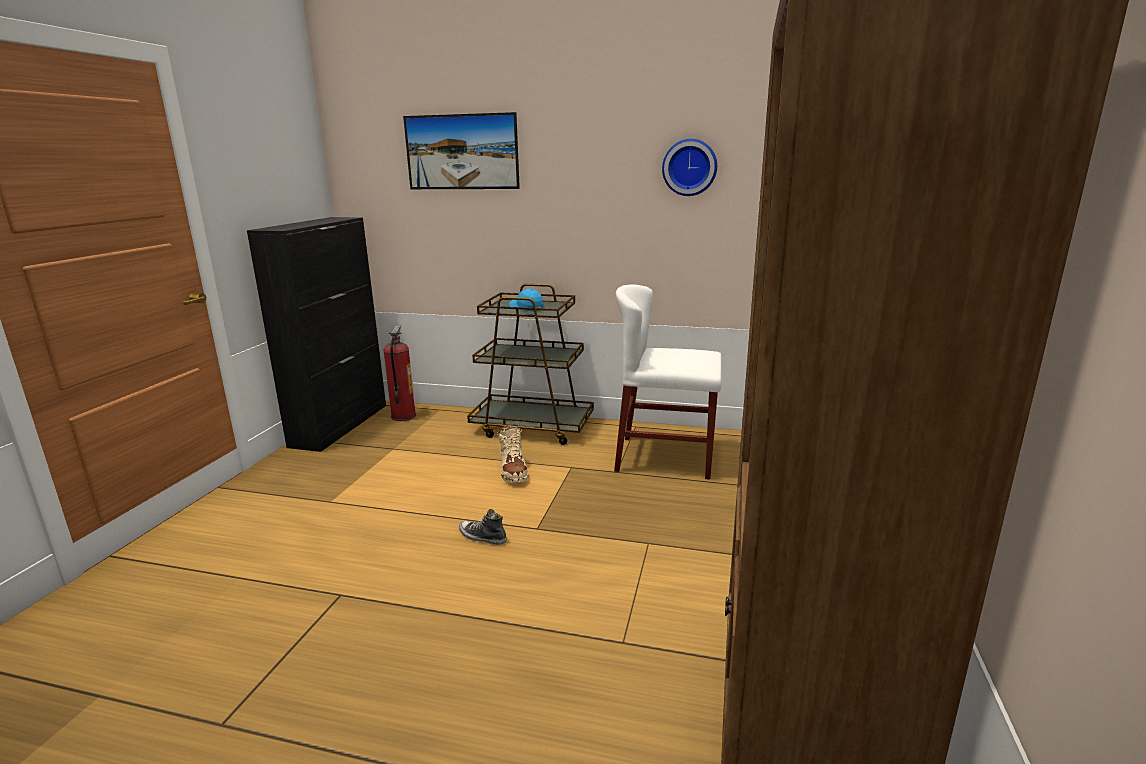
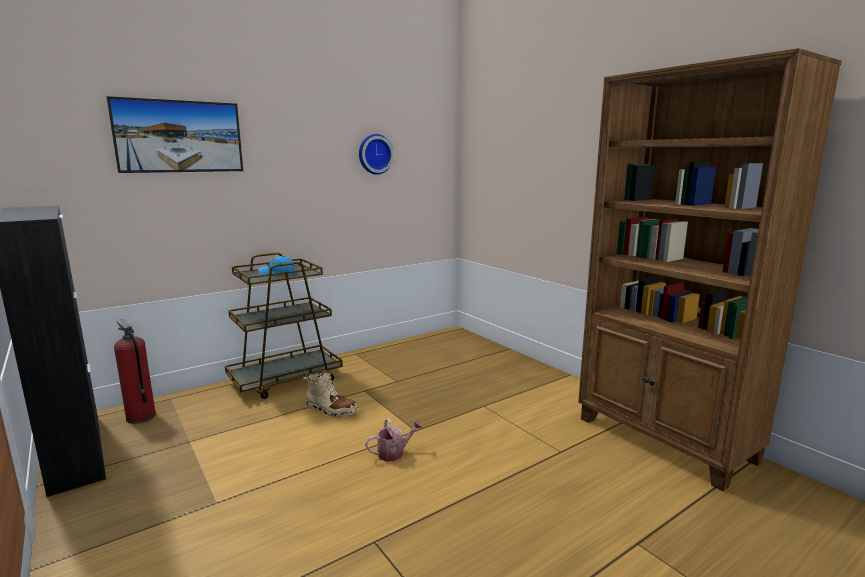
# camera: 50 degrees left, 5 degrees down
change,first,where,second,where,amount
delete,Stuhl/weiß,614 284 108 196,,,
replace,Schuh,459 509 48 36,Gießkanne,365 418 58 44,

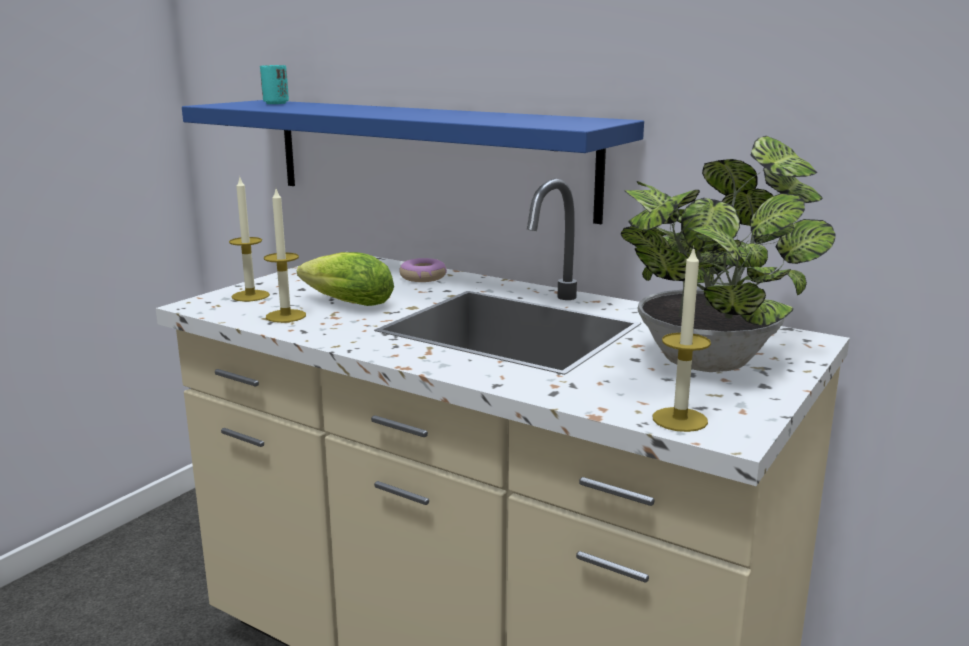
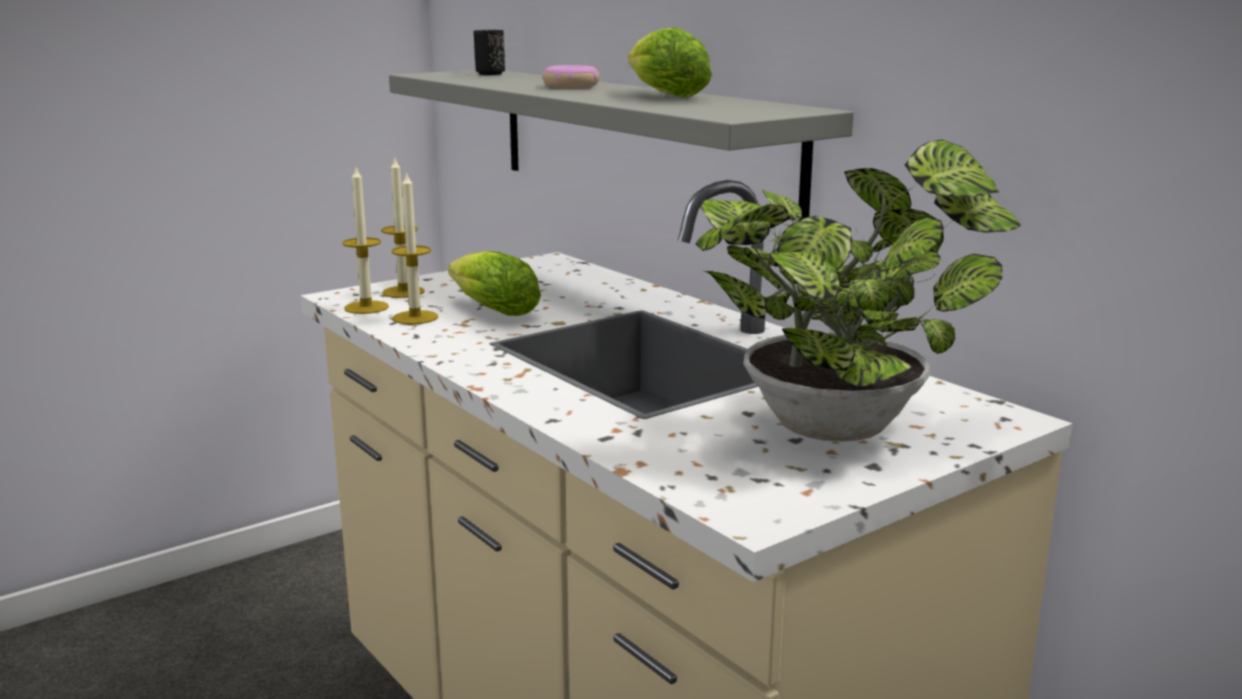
# camera: 20 degrees right, 0 degrees up
change,first,where,second,where,amount
recolor,Tasse/türkis,260 65 29 39,Tasse/schwarz,474 30 31 45,
recolor,Wandregal/blau,182 100 462 124,Wandregal/grau,389 70 465 151,
move,Kerze,653 246 58 186,,342 167 47 147,
move,Donut,399 258 48 24,,542 65 58 23,
insert,,,Salatkopf,628 27 84 71,

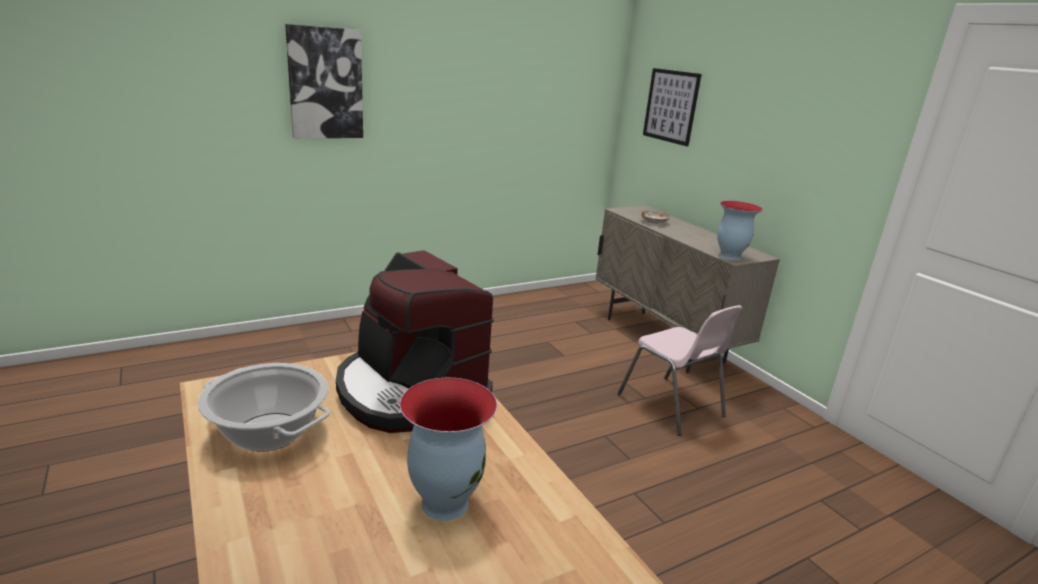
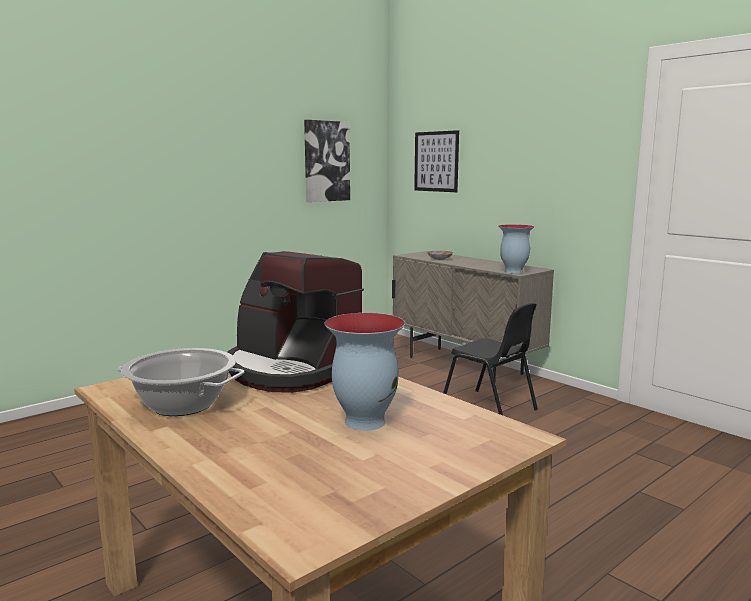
# camera: 10 degrees left, 10 degrees down
change,first,where,second,where,amount
move,Bild,285 24 78 114,,304 120 46 82,
recolor,Stuhl/rosa,617 305 126 131,Stuhl/schwarz,443 303 95 112,

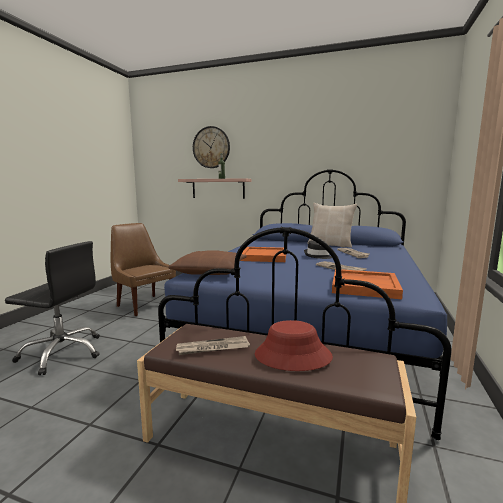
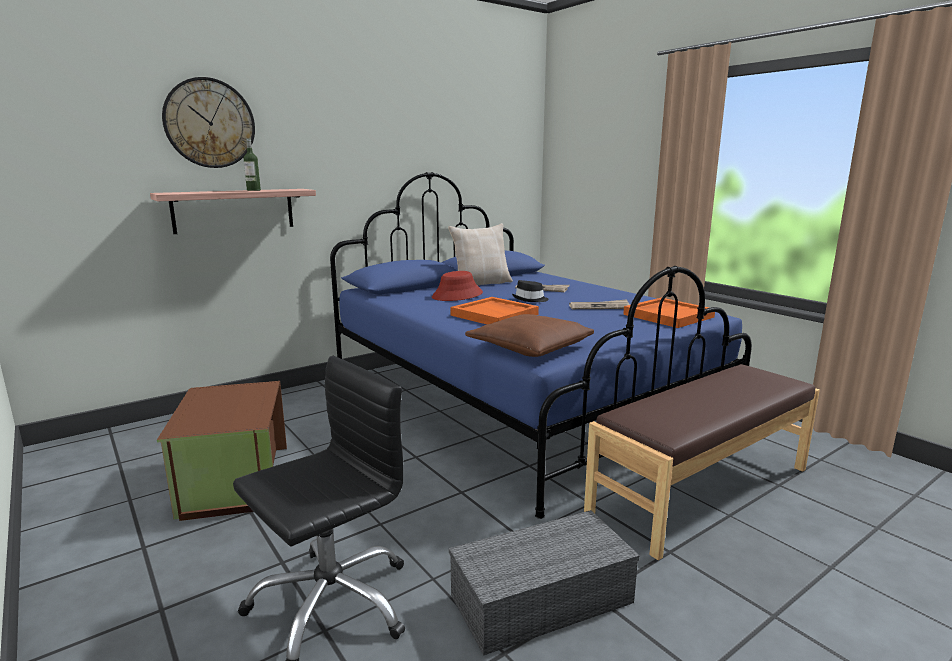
# camera: 55 degrees left, 5 degrees up
change,first,where,second,where,amount
replace,Stuhl/braun,111 223 65 93,Aufbewahrungsbox/braun,157 381 130 140,
move,Hut/rot,255 320 78 51,,432 271 51 30,
delete,Zeitung,176 336 74 19,,,
insert,,,Aufbewahrungsbox/grau,449 510 191 145,

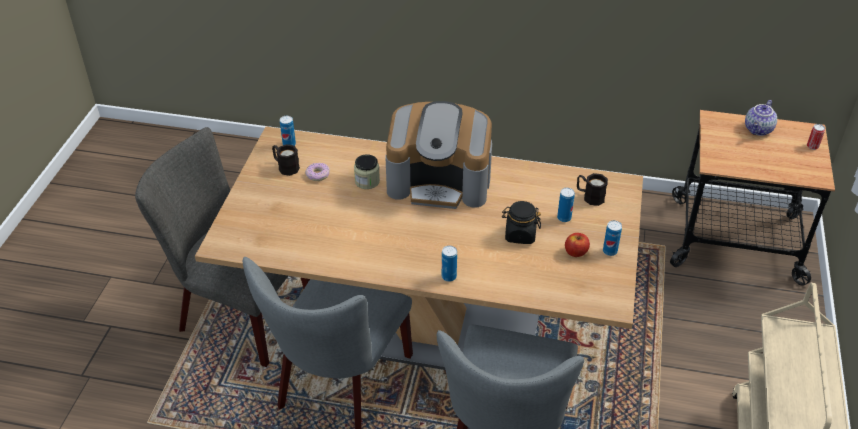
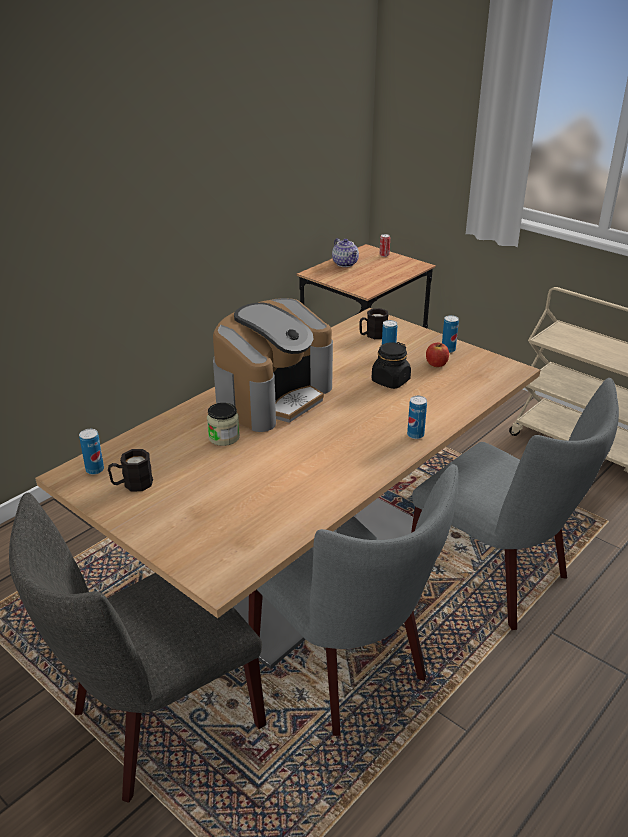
# camera: 60 degrees left, 10 degrees down
change,first,where,second,where,amount
delete,Donut,305 163 25 18,,,

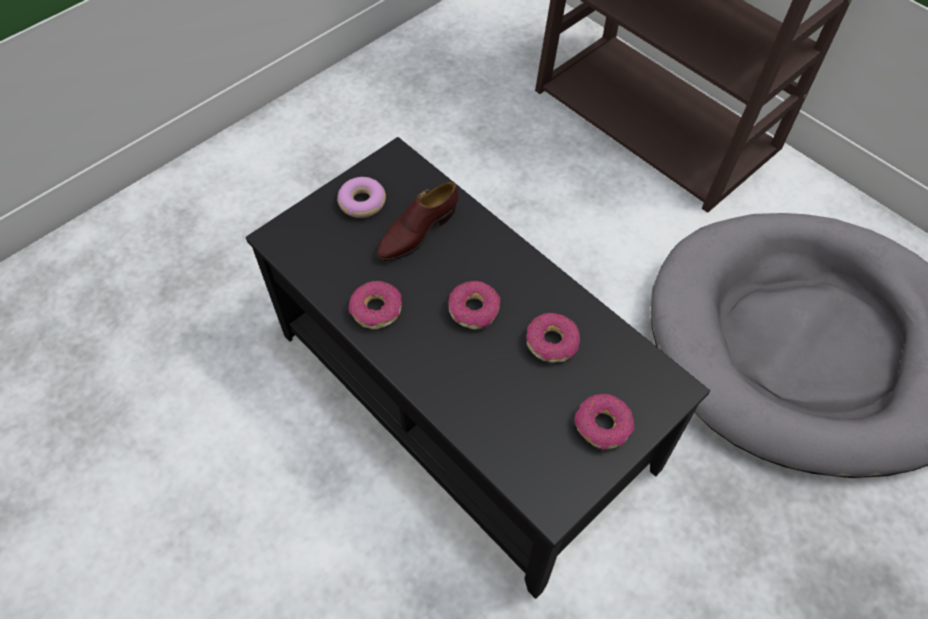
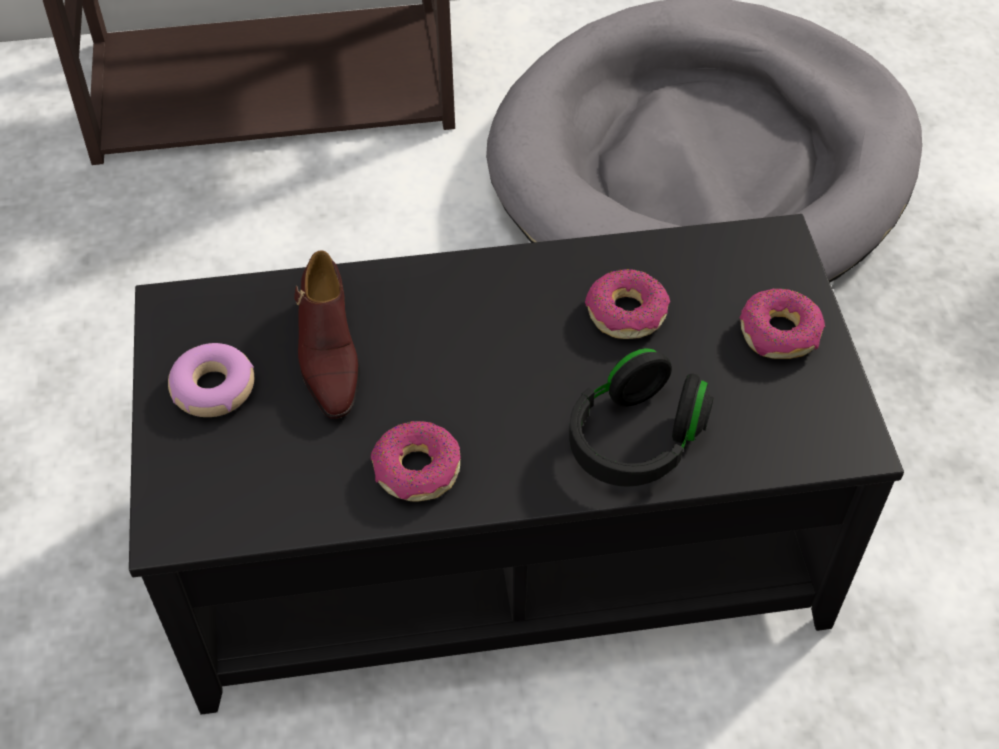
# camera: 55 degrees left, 5 degrees down
change,first,where,second,where,amount
delete,Donut,449 281 51 49,,,
insert,,,Kopfhörer/schwarz,569 348 145 139,

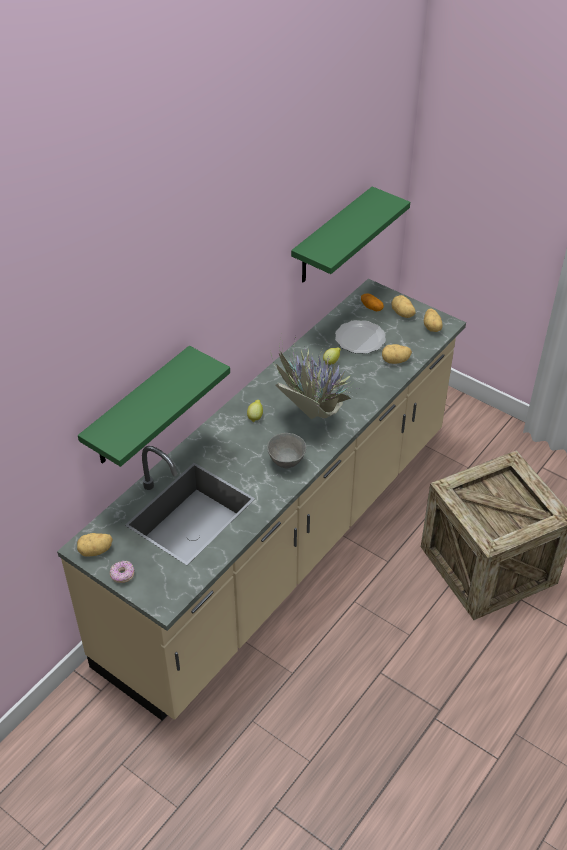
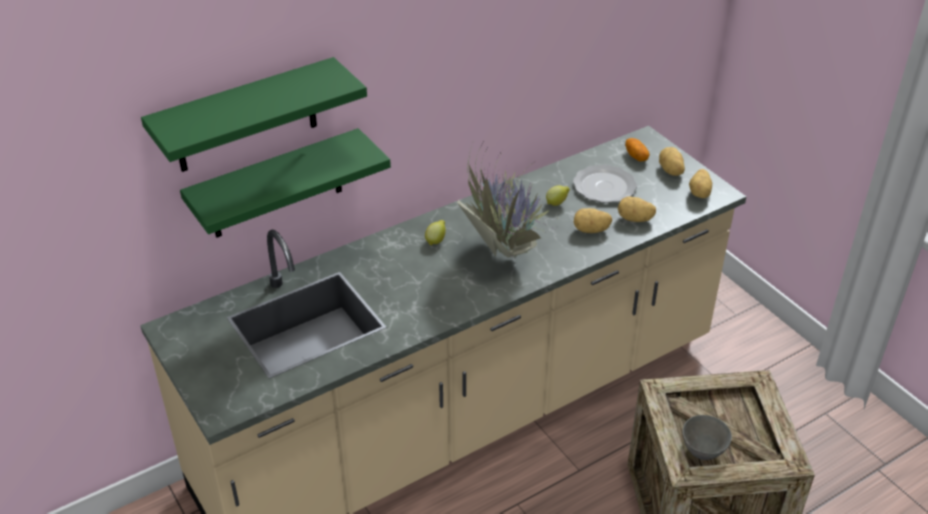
# camera: 20 degrees right, 5 degrees down
change,first,where,second,where,amount
move,Wandregal/grün,291 187 119 96,,141 57 226 115,
move,Schüssel/grau,267 433 39 35,,682 415 50 45,
move,Kartoffel,77 533 36 24,,574 208 38 25,
delete,Donut,110 561 25 22,,,

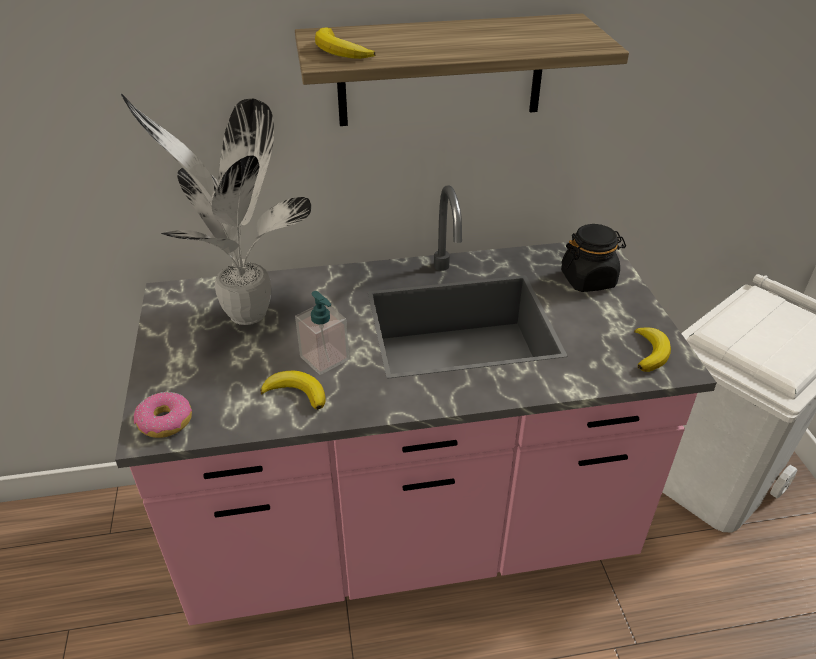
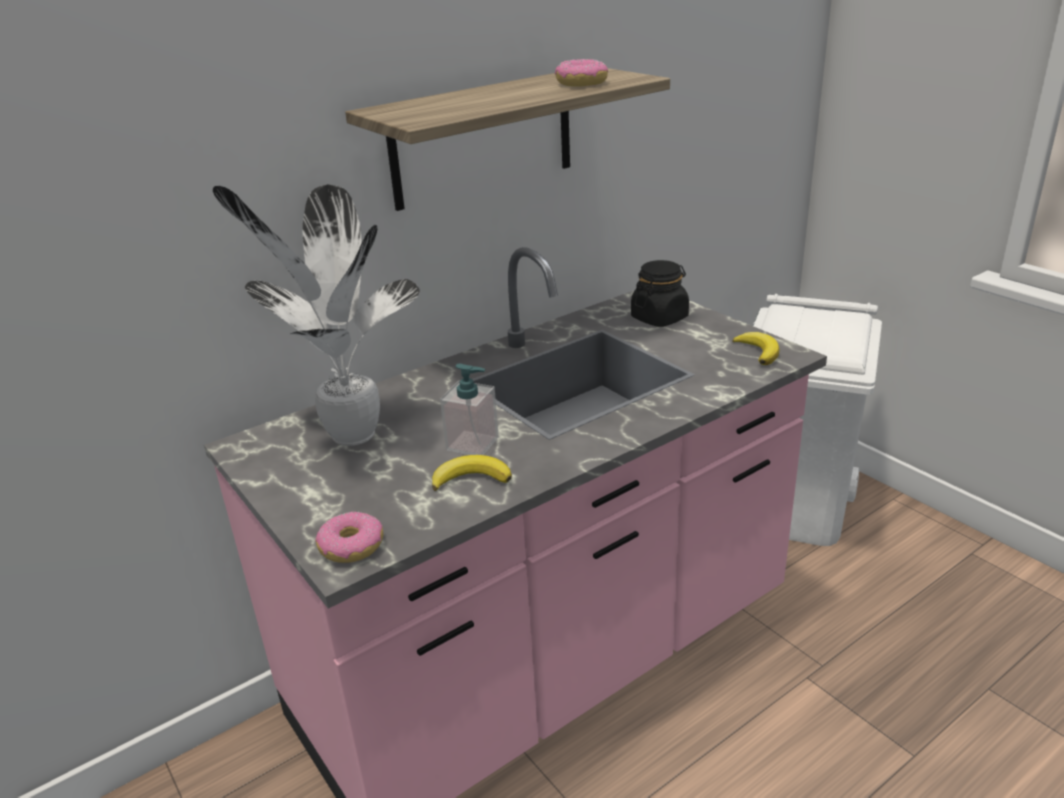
# camera: 25 degrees left, 10 degrees down
change,first,where,second,where,amount
delete,Banane,315 27 61 32,,,
insert,,,Donut,555 59 53 27,

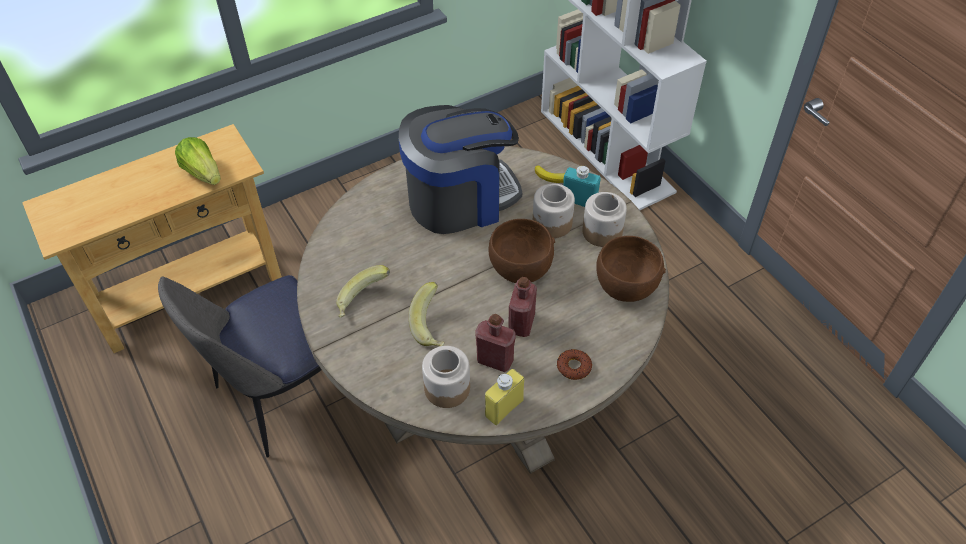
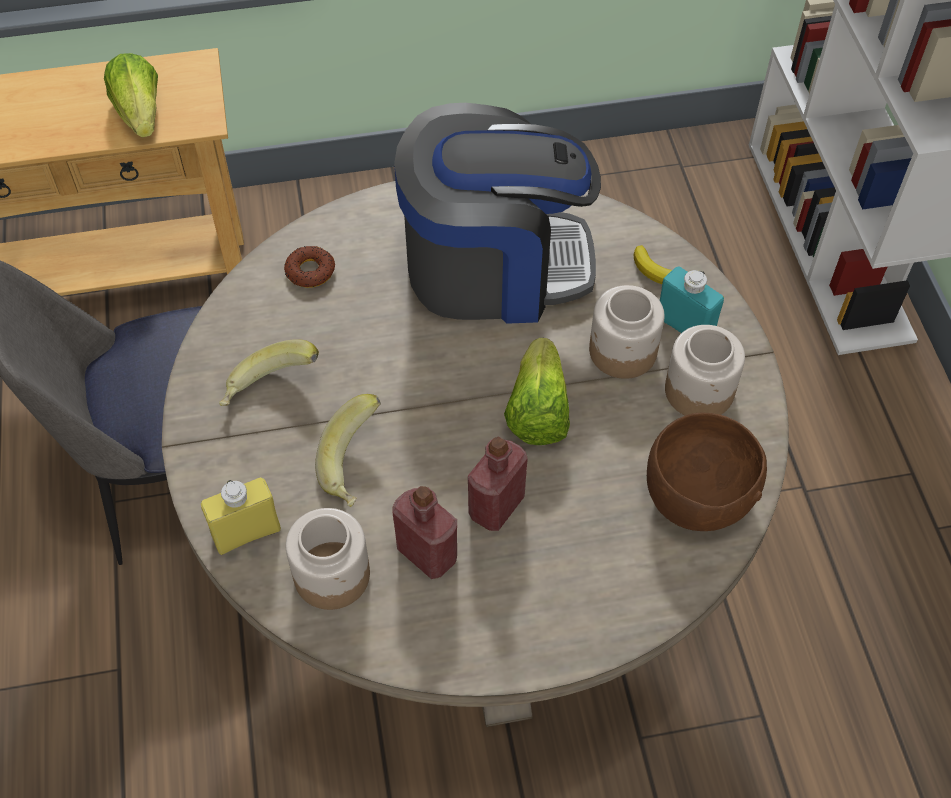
# camera: 20 degrees right, 5 degrees up
change,first,where,second,where,amount
replace,Schüssel/braun,488 219 67 64,Salatkopf,504 338 66 107,
move,Donut,557 349 35 31,,284 246 51 42,
move,Flasche/gelb,485 369 39 56,,201 477 80 78,

